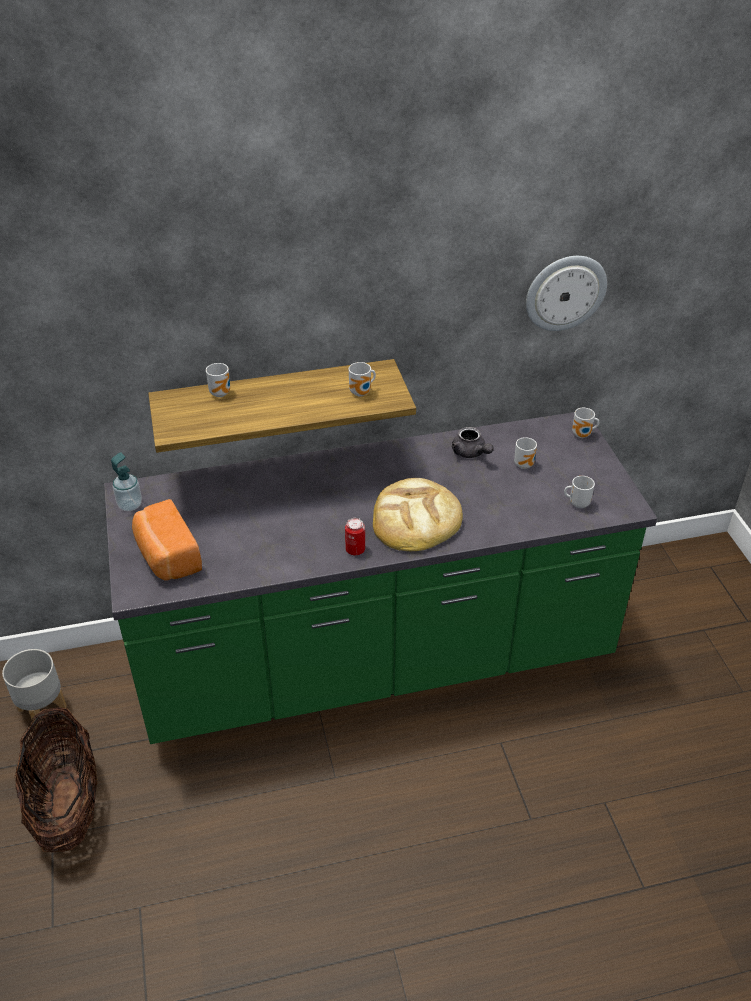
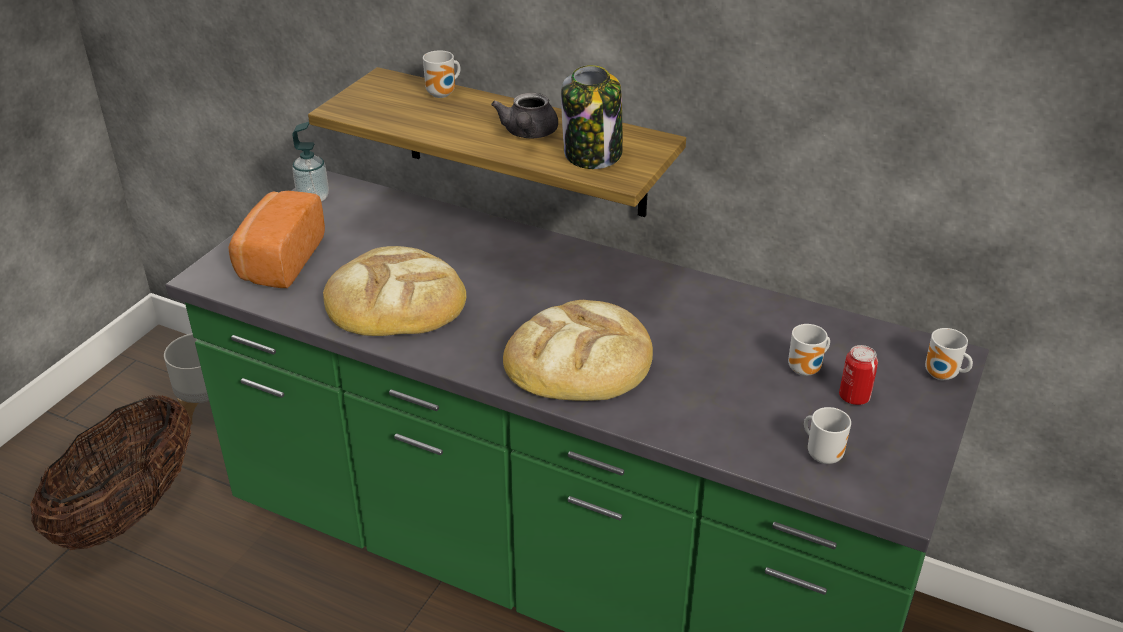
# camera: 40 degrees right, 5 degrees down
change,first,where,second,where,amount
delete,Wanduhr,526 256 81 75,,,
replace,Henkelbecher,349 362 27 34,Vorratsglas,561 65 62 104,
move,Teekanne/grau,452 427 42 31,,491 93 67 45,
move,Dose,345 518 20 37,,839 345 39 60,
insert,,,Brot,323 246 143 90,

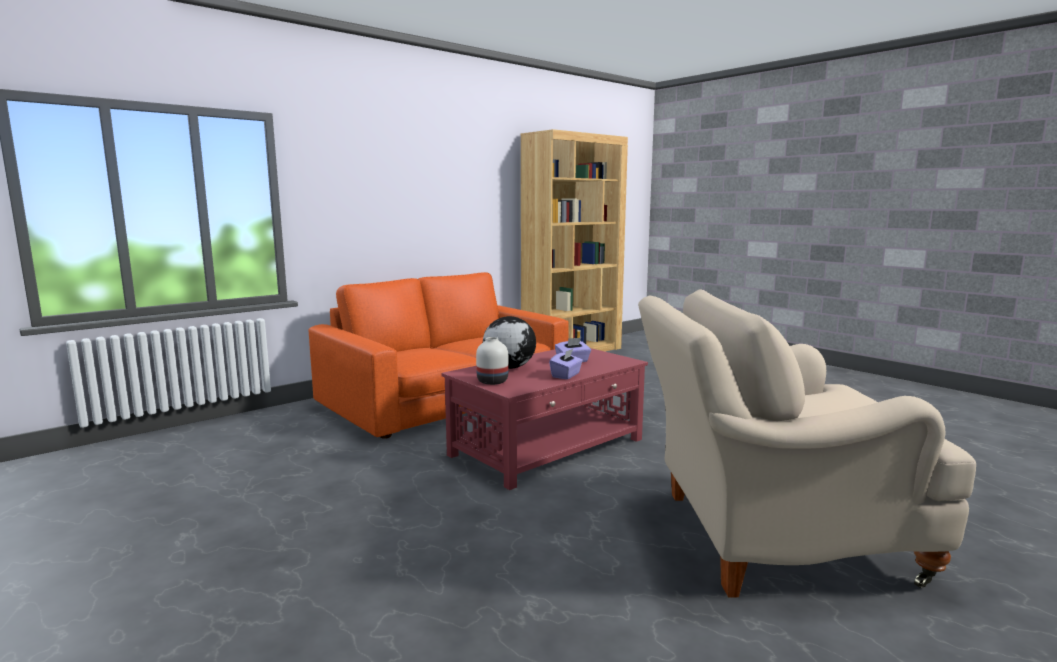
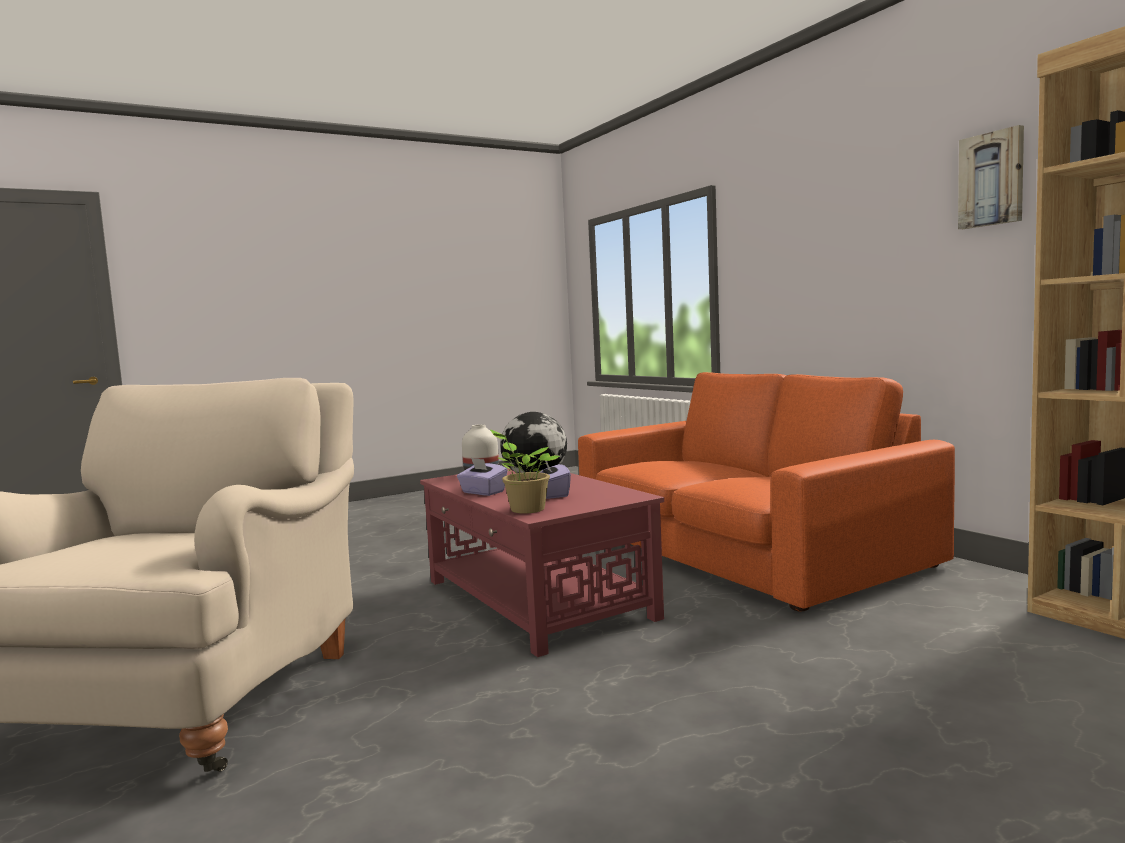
# camera: 100 degrees right, 5 degrees down
change,first,where,second,where,amount
insert,,,Bild,958 125 66 104,
insert,,,Topfpflanze,490 430 70 84,

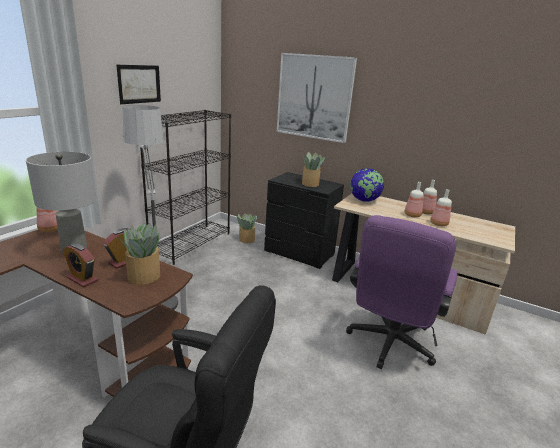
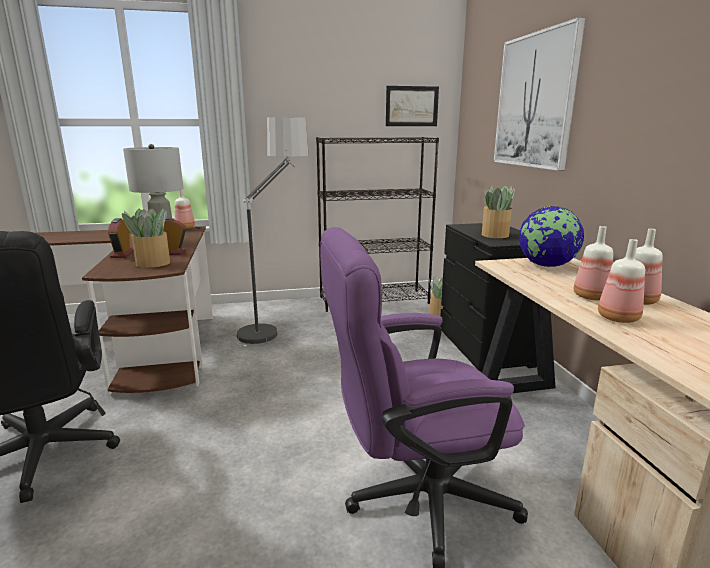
# camera: 50 degrees right, 5 degrees down
change,first,where,second,where,amount
move,Bild,116 65 45 39,,386 86 53 40,

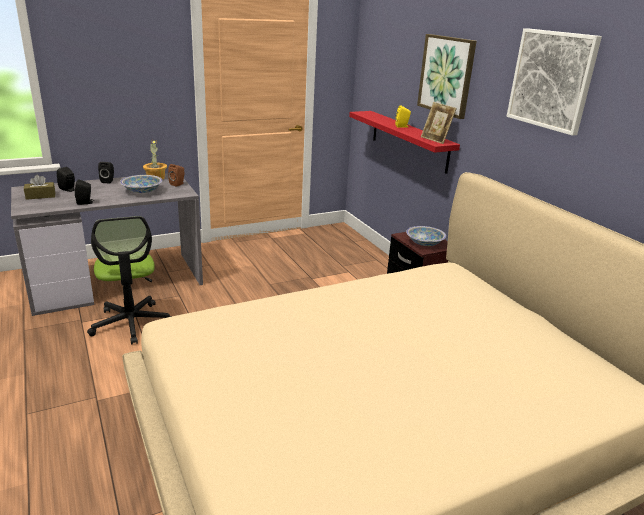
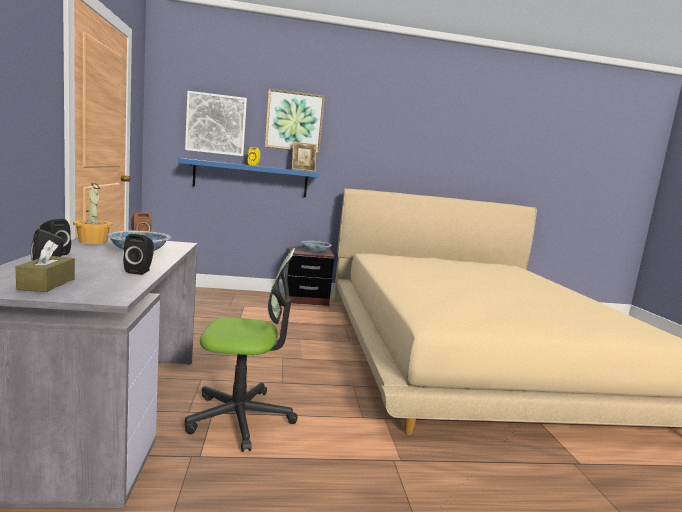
# camera: 70 degrees left, 15 degrees down
change,first,where,second,where,amount
move,Bild,507 28 95 108,,185 91 62 65,
recolor,Wandregal/rot,349 111 111 63,Wandregal/blau,178 158 141 39,

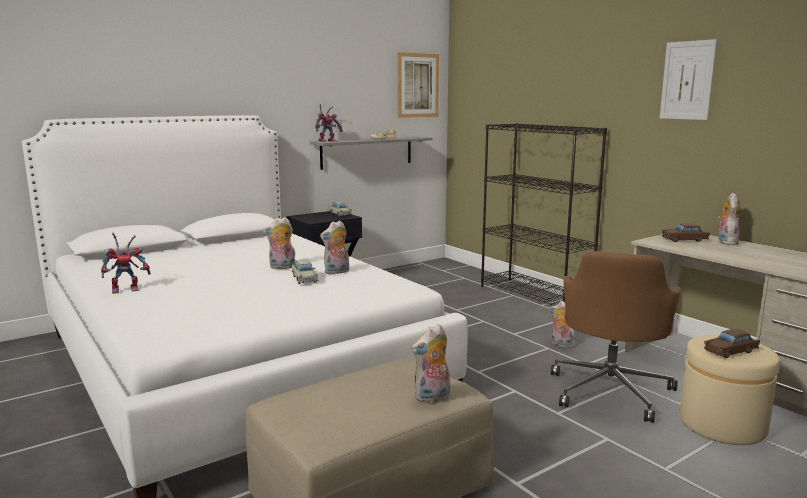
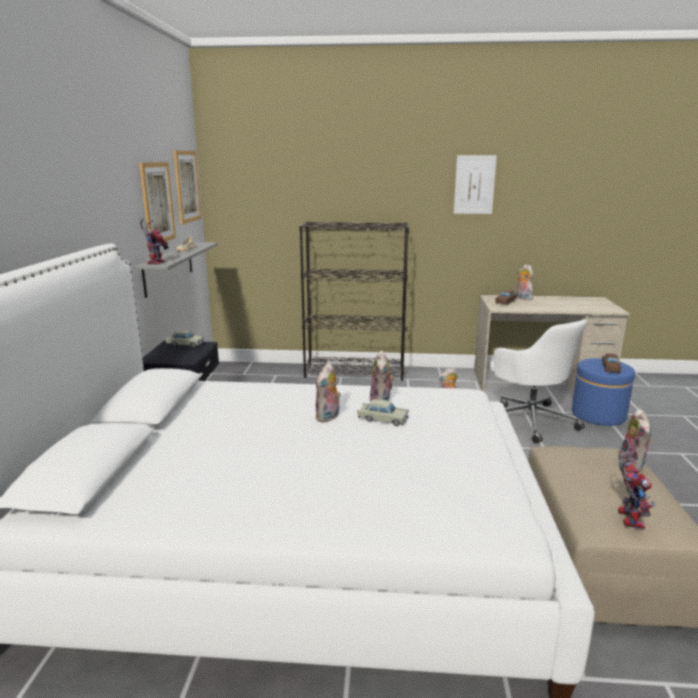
# camera: 50 degrees left, 5 degrees up
change,first,where,second,where,amount
move,Spielzeugroboter,101 233 50 61,,618 451 37 78,
recolor,Bürostuhl/braun,551 251 130 172,Bürostuhl/weiß,490 319 97 125,
recolor,Polsterhocker/beige,679 335 101 110,Polsterhocker/blau,572 358 63 68,
insert,,,Bild,139 162 37 81,

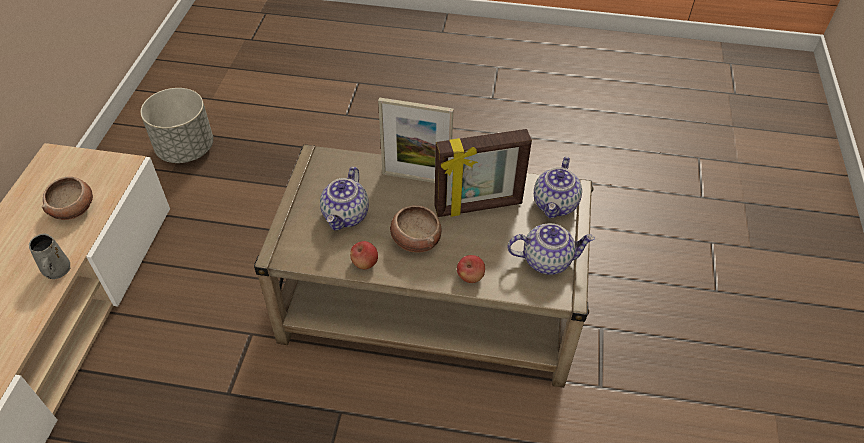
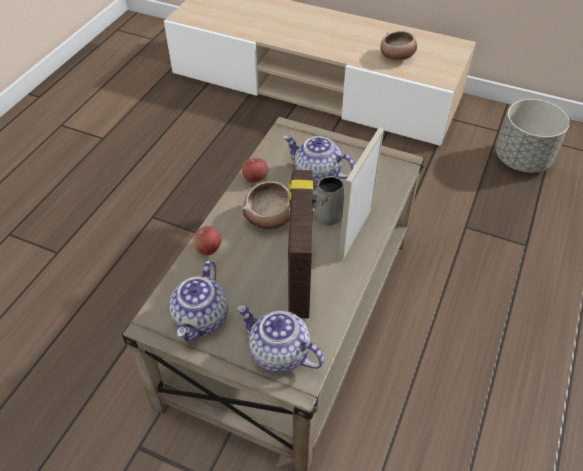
# camera: 105 degrees right, 0 degrees up
change,first,where,second,where,amount
move,Henkelbecher/grau,29 233 41 46,,312 176 32 50,

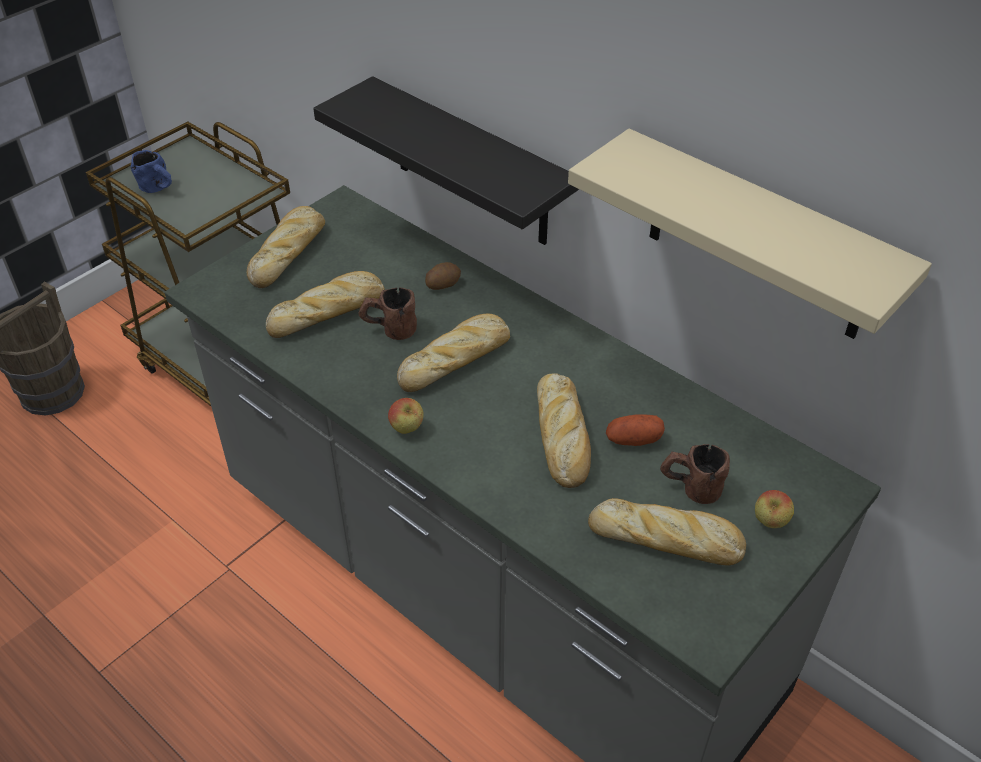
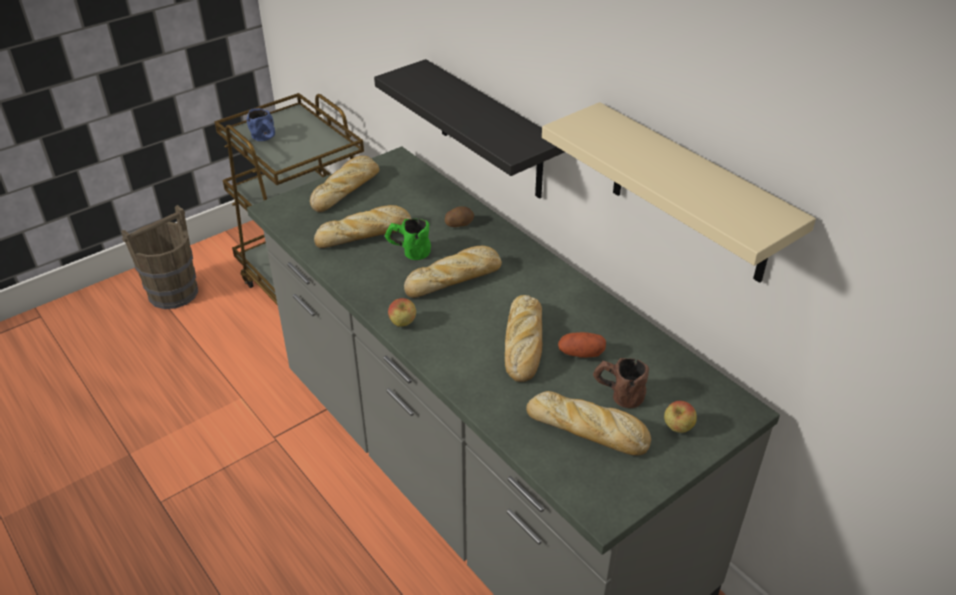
# camera: 10 degrees right, 5 degrees down
change,first,where,second,where,amount
recolor,Henkelbecher/braun,359 287 58 53,Henkelbecher/grün,385 219 46 41,

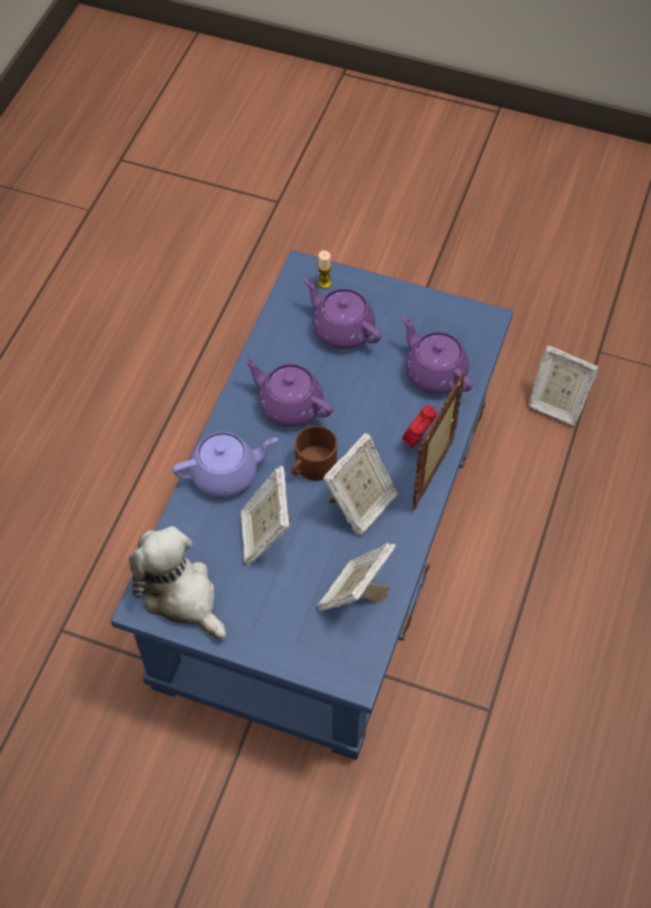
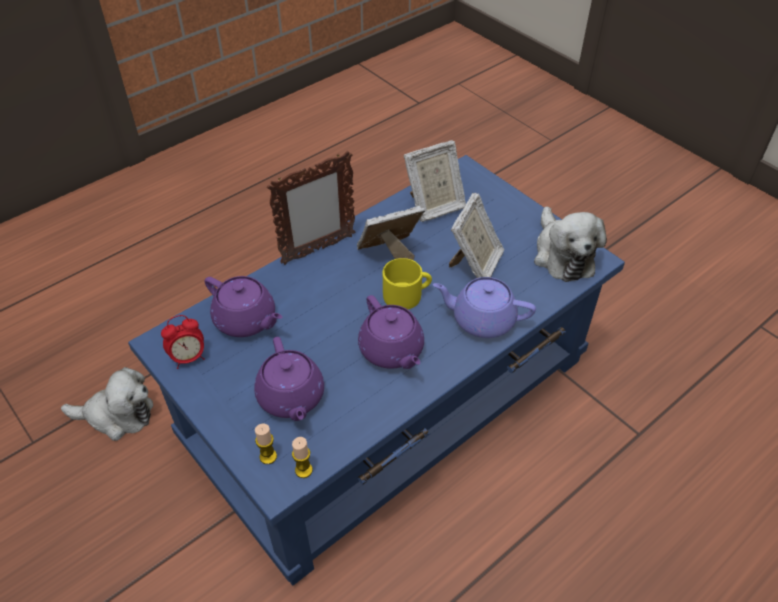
# camera: 150 degrees left, 10 degrees down
change,first,where,second,where,amount
rotate,Teekanne/lila,402 316 71 78,,205 276 77 61,45 degrees counterclockwise
replace,Bilderrahmen,529 346 69 80,Plüschtier,61 367 92 74,
move,Wecker,402 405 35 43,,161 315 44 54,
recolor,Henkelbecher/braun,291 426 46 55,Henkelbecher/gelb,383 258 49 51,
insert,,,Kerze,292 437 21 41,

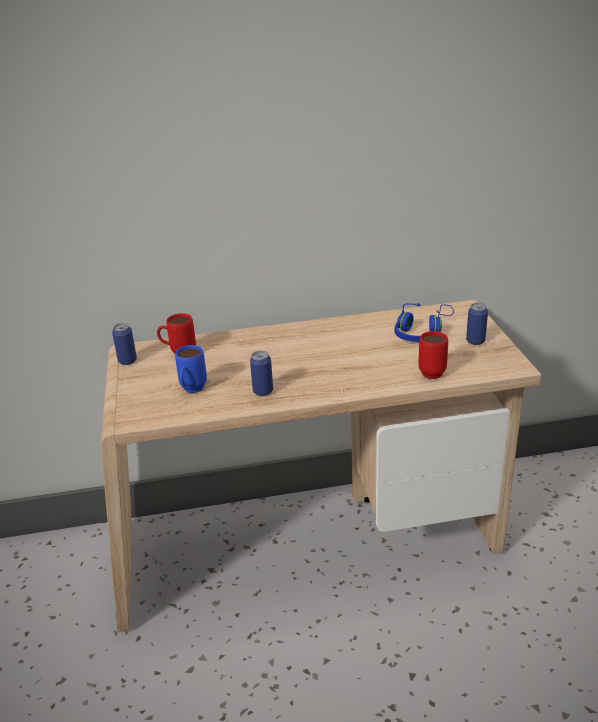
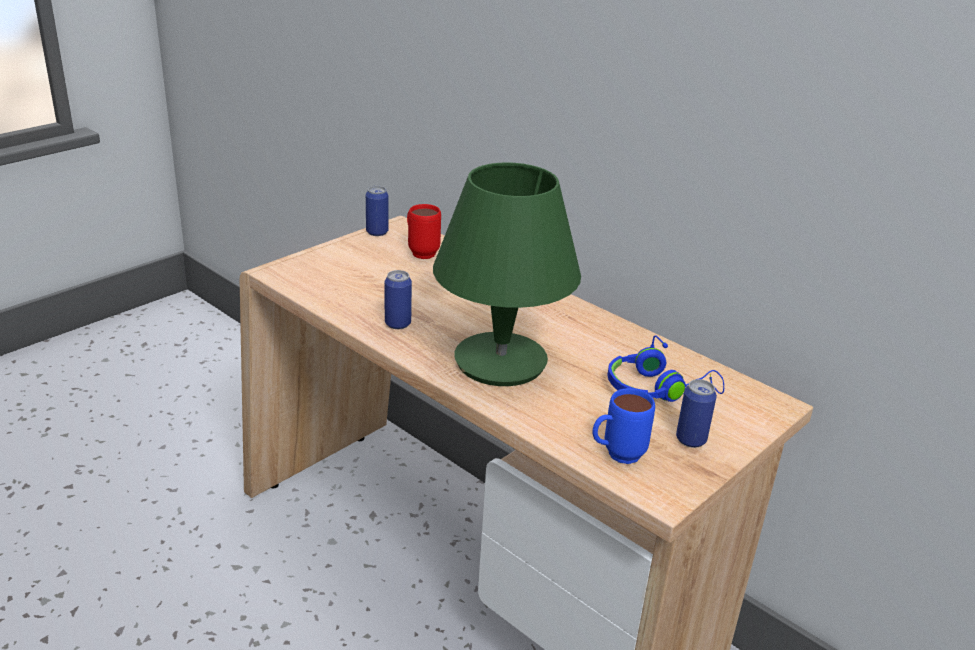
# camera: 50 degrees right, 0 degrees up
change,first,where,second,where,amount
delete,Henkelbecher/rot,418 331 30 48,,,
move,Henkelbecher/blau,175 345 32 48,,592 388 63 76,
insert,,,Tischlampe/grün,433 162 148 224,

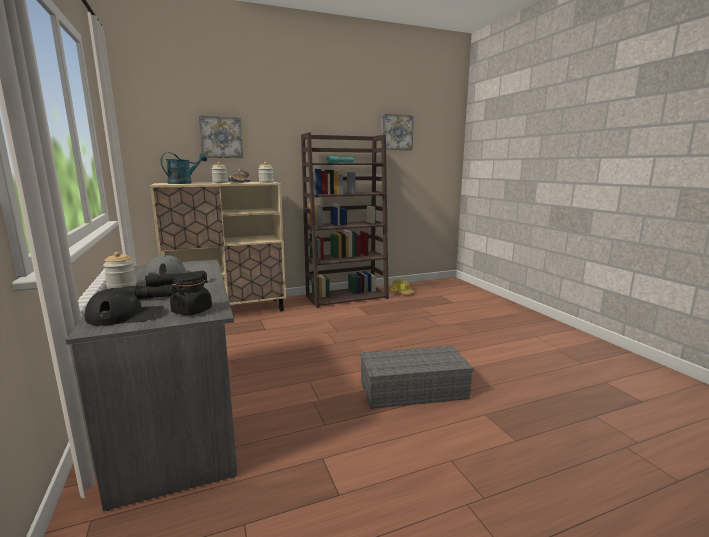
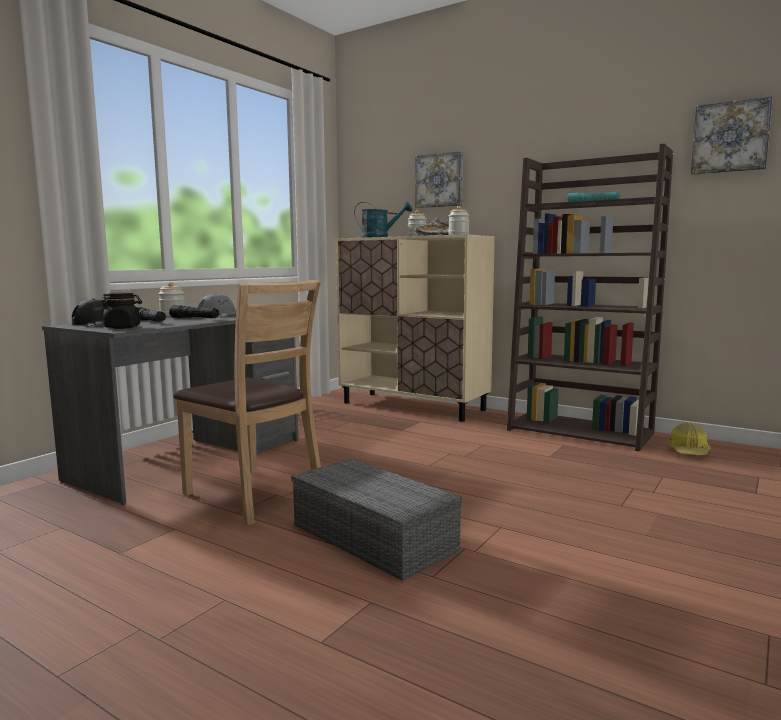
# camera: 55 degrees right, 5 degrees down
change,first,where,second,where,amount
insert,,,Stuhl/braun,173 280 148 245,

